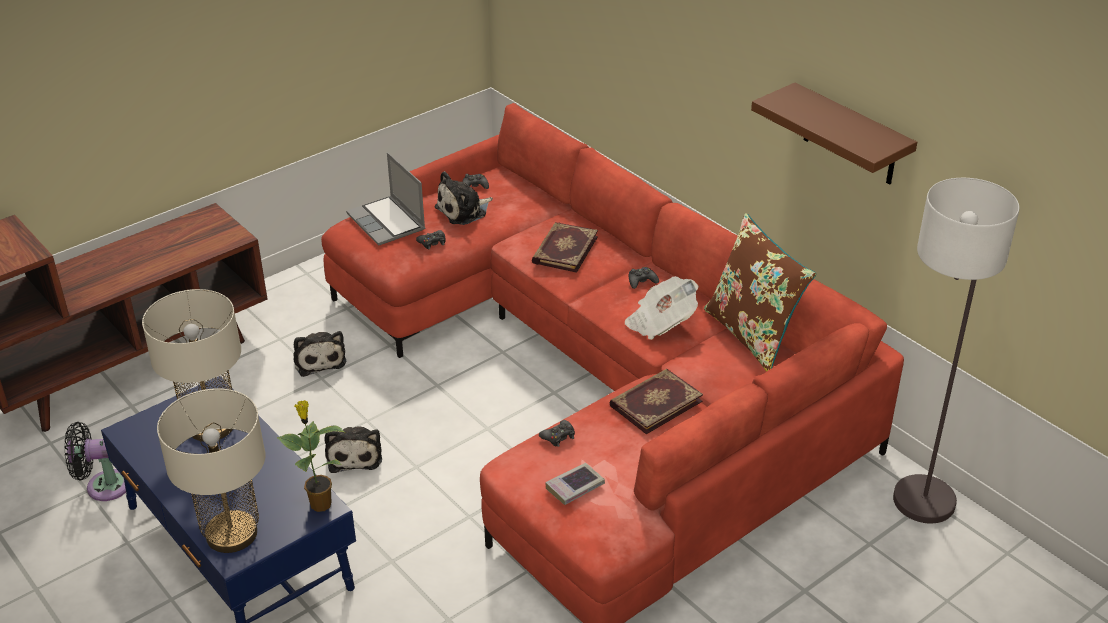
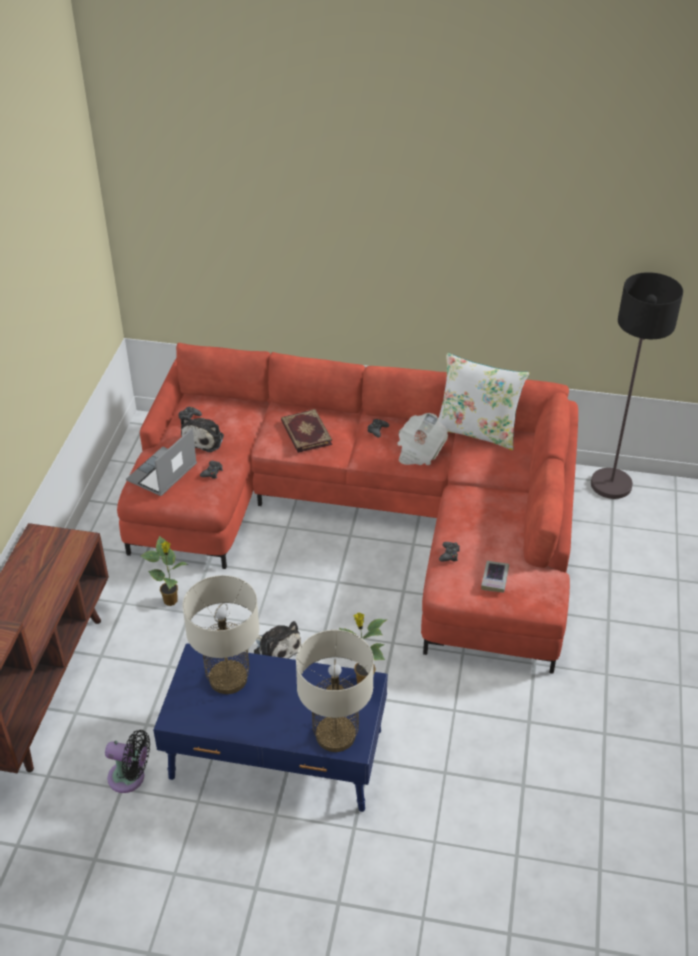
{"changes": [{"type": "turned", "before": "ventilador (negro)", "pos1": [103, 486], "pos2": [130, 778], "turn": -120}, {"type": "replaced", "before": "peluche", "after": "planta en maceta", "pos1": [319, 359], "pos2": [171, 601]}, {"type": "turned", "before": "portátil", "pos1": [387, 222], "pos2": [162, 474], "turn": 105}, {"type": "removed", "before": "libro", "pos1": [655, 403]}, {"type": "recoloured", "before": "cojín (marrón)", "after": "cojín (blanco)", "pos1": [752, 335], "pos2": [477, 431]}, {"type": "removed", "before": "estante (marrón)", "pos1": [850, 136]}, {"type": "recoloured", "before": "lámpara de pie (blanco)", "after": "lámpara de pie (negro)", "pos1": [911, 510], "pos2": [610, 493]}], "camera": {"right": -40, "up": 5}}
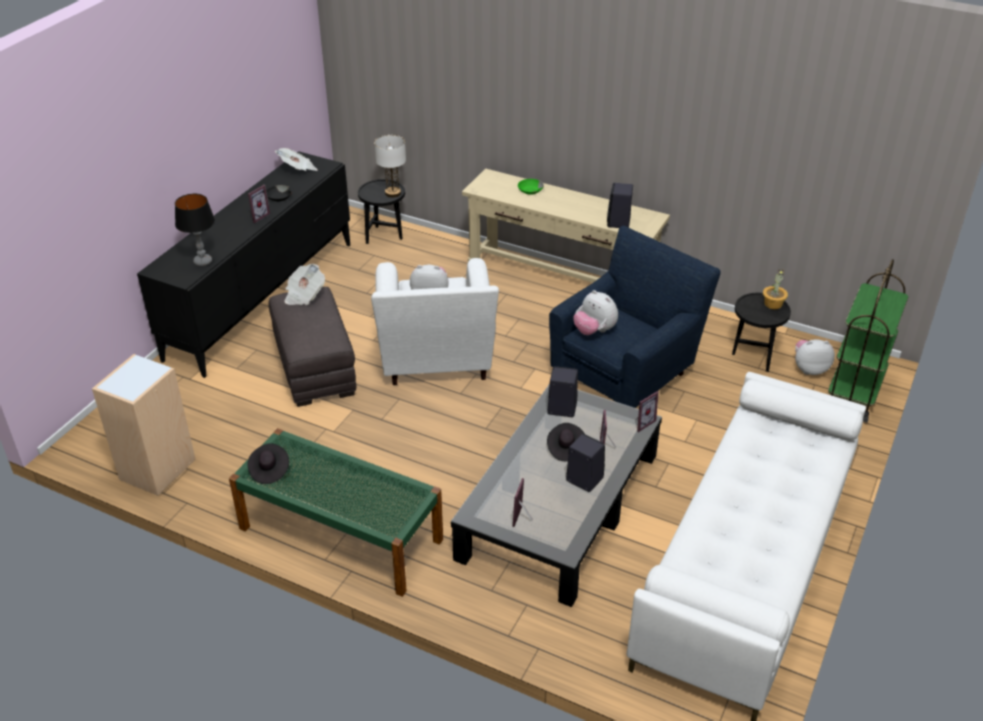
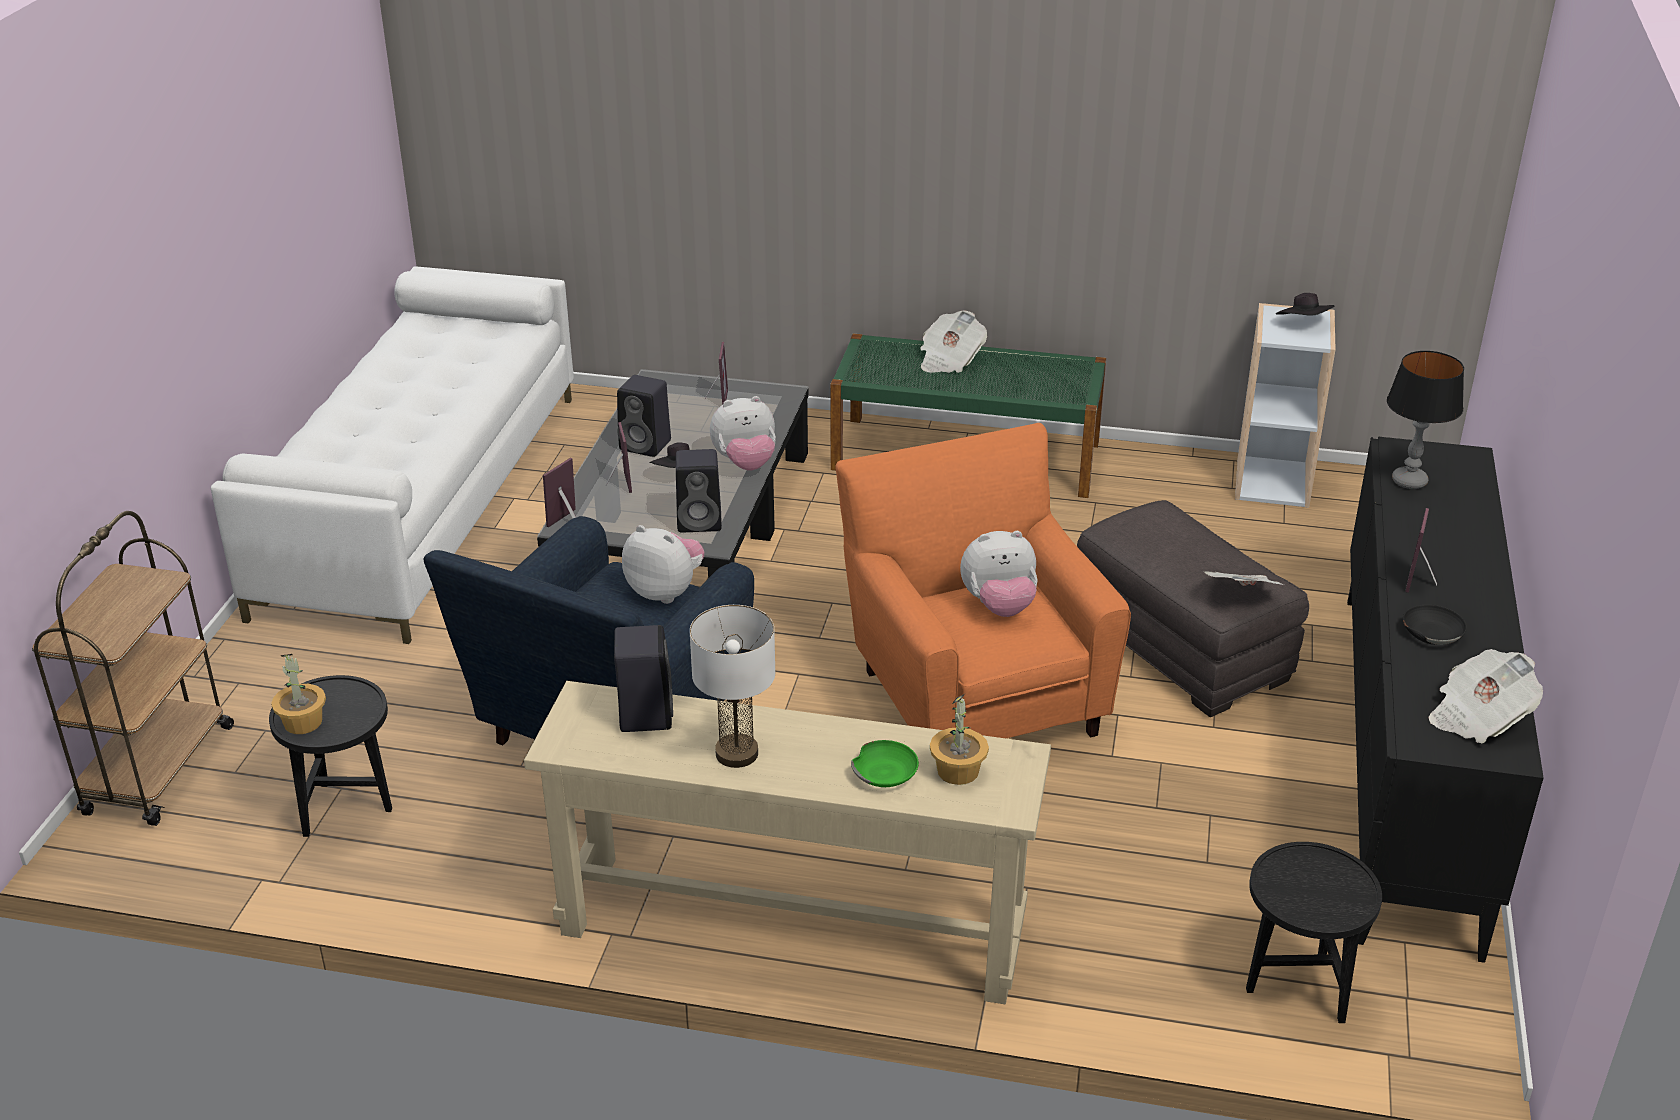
{"changes": [{"type": "moved", "before": "sombrero (negro)", "pos1": [269, 470], "pos2": [1303, 324]}, {"type": "recoloured", "before": "sillón (blanco)", "after": "sillón (naranja)", "pos1": [436, 359], "pos2": [975, 697]}, {"type": "moved", "before": "lámpara de mesa", "pos1": [393, 193], "pos2": [736, 754]}, {"type": "moved", "before": "peluche", "pos1": [809, 369], "pos2": [745, 464]}, {"type": "recoloured", "before": "carrito (verde)", "after": "carrito (marrón)", "pos1": [855, 391], "pos2": [156, 772]}, {"type": "added", "after": "periódico", "pos2": [949, 360]}, {"type": "added", "after": "planta en maceta", "pos2": [958, 771]}], "camera": {"right": 165, "up": -5}}
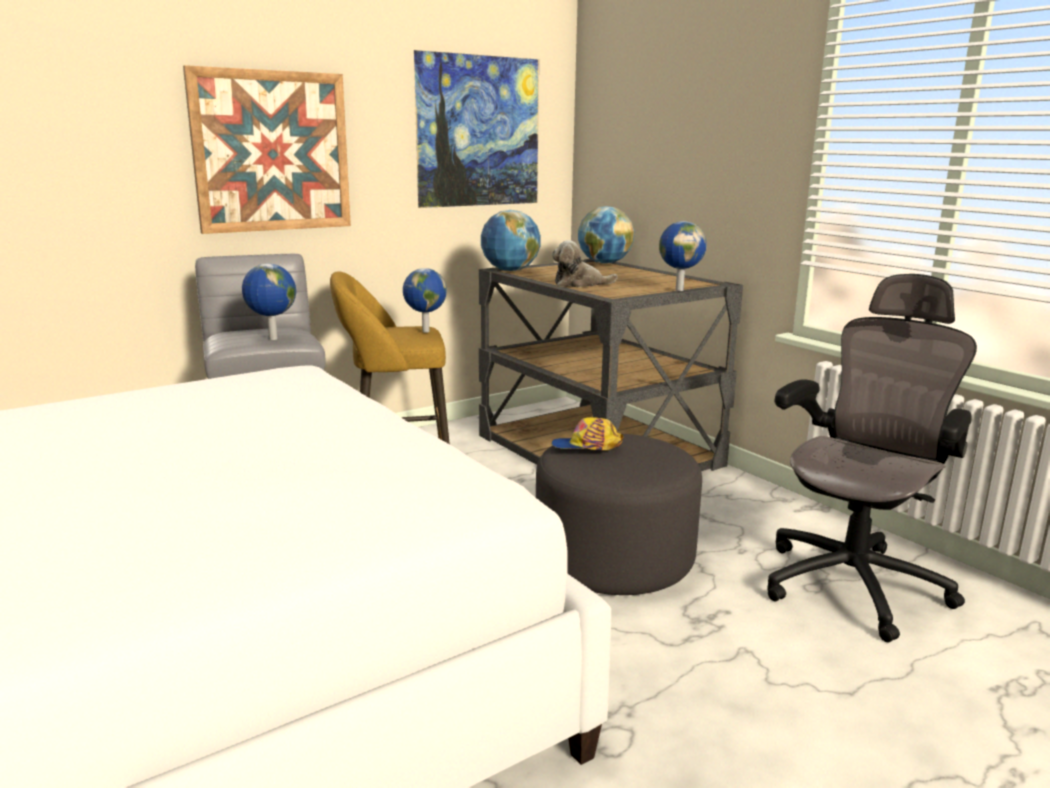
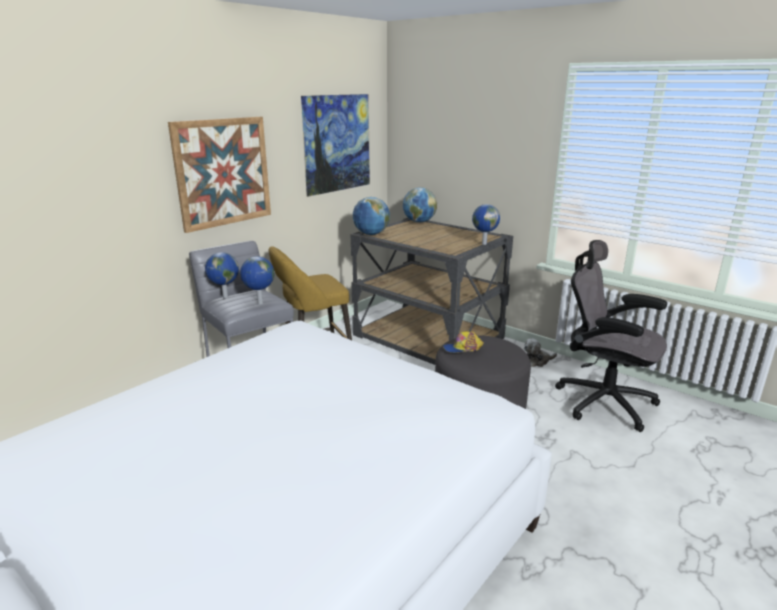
{"changes": [{"type": "moved", "before": "globo terráqueo", "pos1": [424, 331], "pos2": [224, 297]}, {"type": "moved", "before": "peluche", "pos1": [579, 284], "pos2": [537, 361]}, {"type": "turned", "before": "silla de oficina", "pos1": [852, 584], "pos2": [604, 403], "turn": -75}], "camera": {"right": -15, "up": 5}}
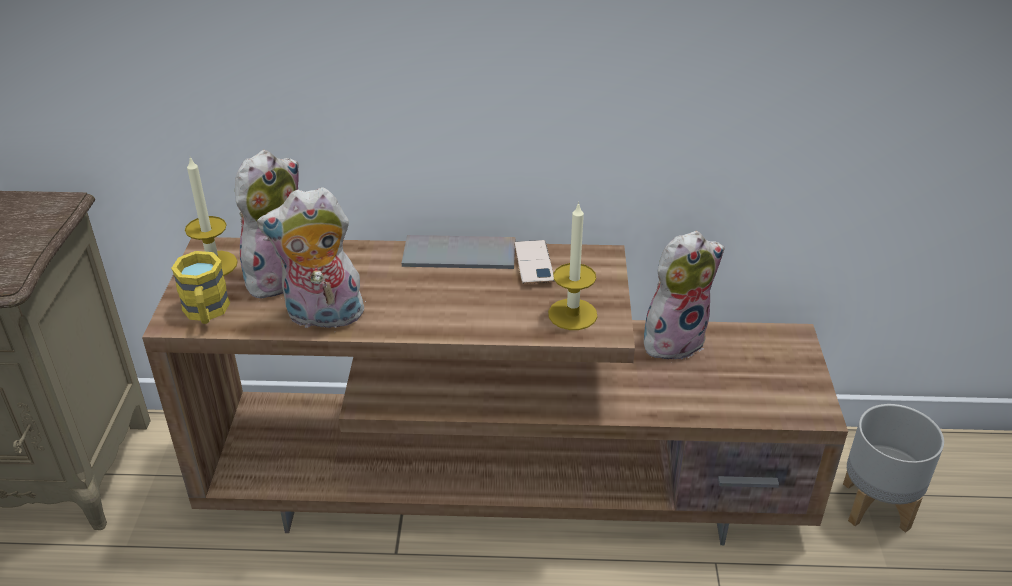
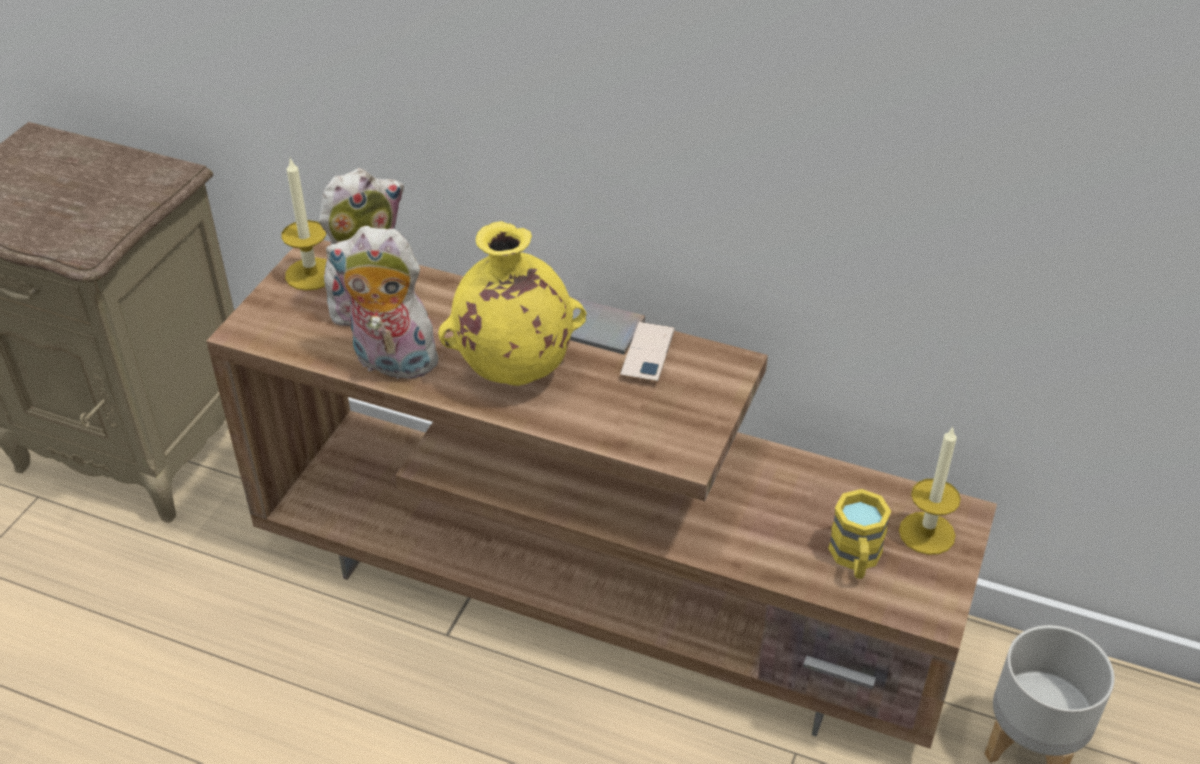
{"changes": [{"type": "moved", "before": "taza grande (amarillo)", "pos1": [206, 313], "pos2": [855, 559]}, {"type": "moved", "before": "vela", "pos1": [572, 314], "pos2": [927, 533]}, {"type": "removed", "before": "peluche", "pos1": [673, 339]}, {"type": "added", "after": "florero (amarillo)", "pos2": [514, 372]}], "camera": {"right": 20, "up": 5}}
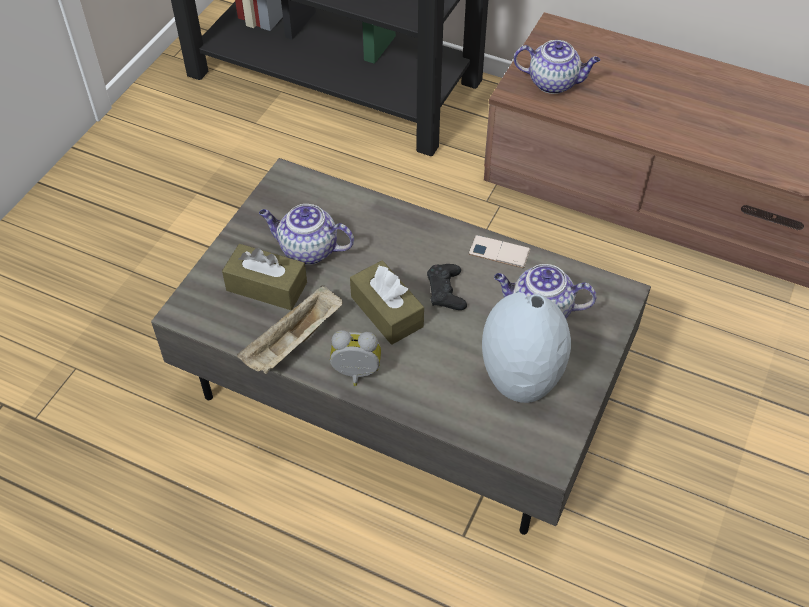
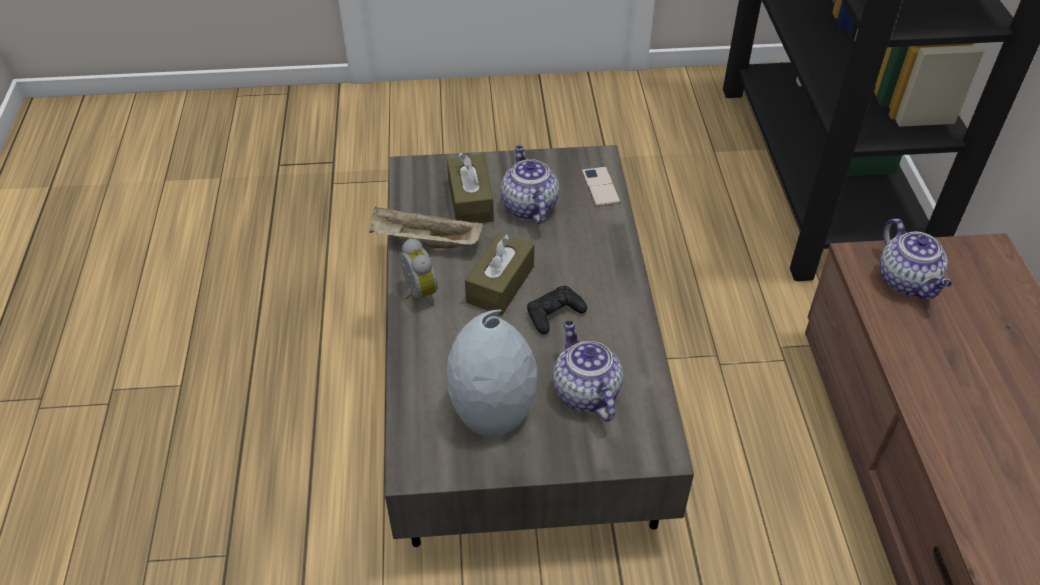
{"changes": [{"type": "moved", "before": "móvil", "pos1": [499, 252], "pos2": [600, 187]}], "camera": {"right": 60, "up": -5}}
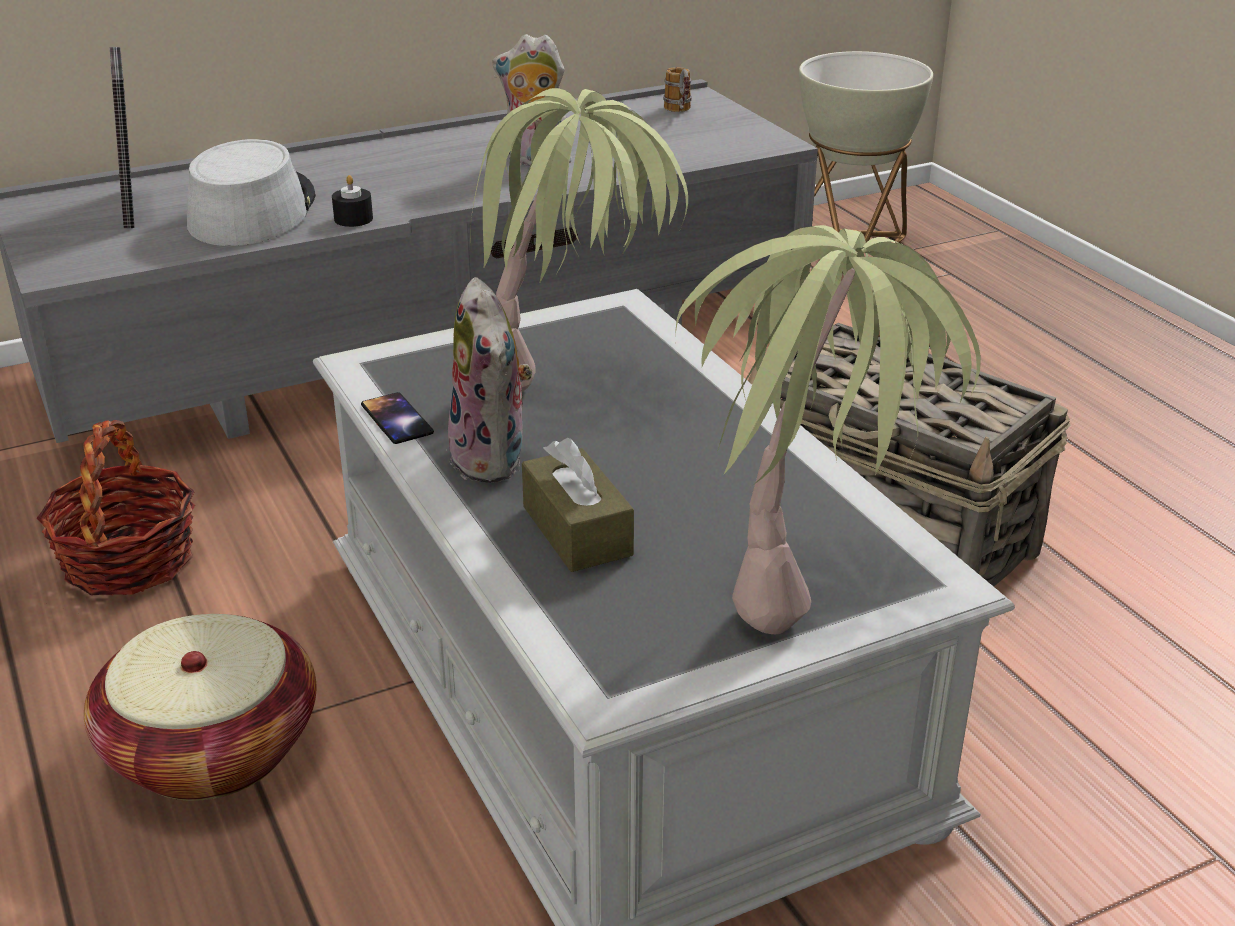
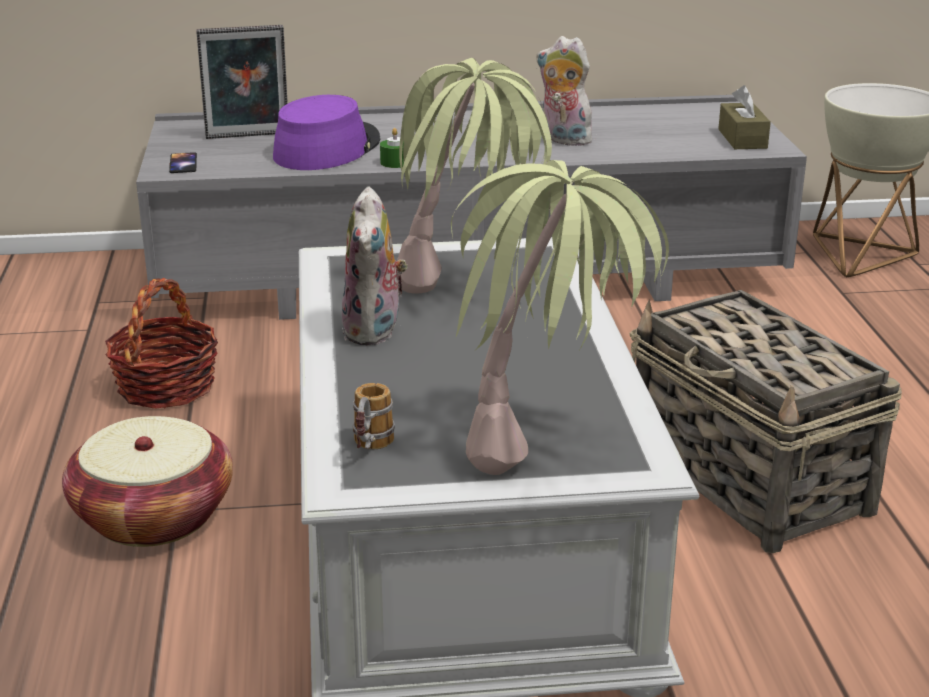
{"changes": [{"type": "turned", "before": "portarretratos", "pos1": [135, 207], "pos2": [247, 136], "turn": 75}, {"type": "recoloured", "before": "sombrero (gris)", "after": "sombrero (morado)", "pos1": [252, 211], "pos2": [326, 149]}, {"type": "recoloured", "before": "vela (negro)", "after": "vela (verde)", "pos1": [353, 219], "pos2": [395, 163]}, {"type": "moved", "before": "móvil", "pos1": [396, 419], "pos2": [183, 163]}, {"type": "moved", "before": "caja de pañuelos (marrón)", "pos1": [577, 531], "pos2": [742, 139]}, {"type": "moved", "before": "taza grande", "pos1": [680, 111], "pos2": [370, 449]}], "camera": {"right": 20, "up": -5}}
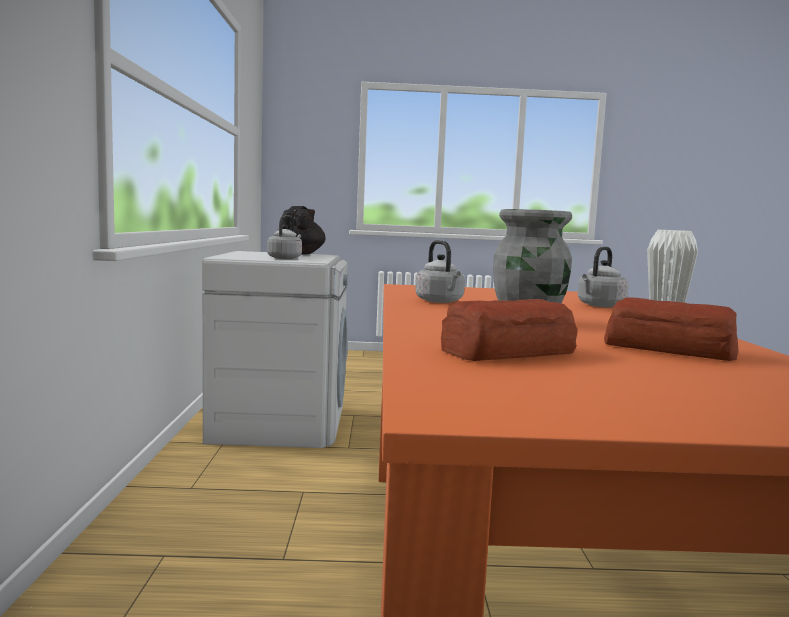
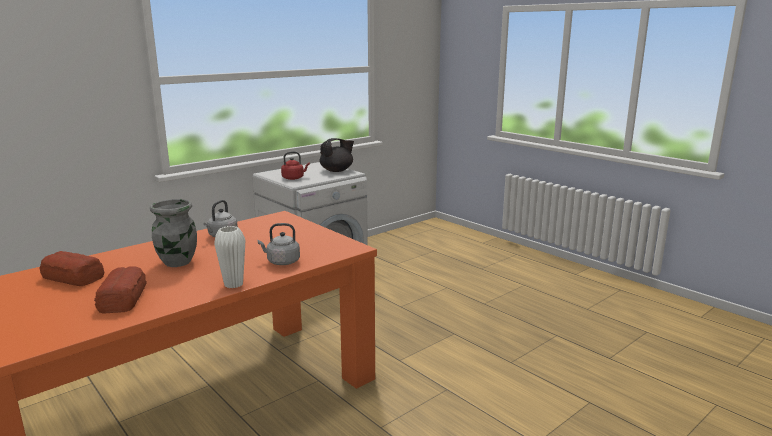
{"changes": [{"type": "recoloured", "before": "hervidor (gris)", "after": "hervidor (rojo)", "pos1": [285, 258], "pos2": [294, 178]}], "camera": {"right": 50, "up": 10}}
